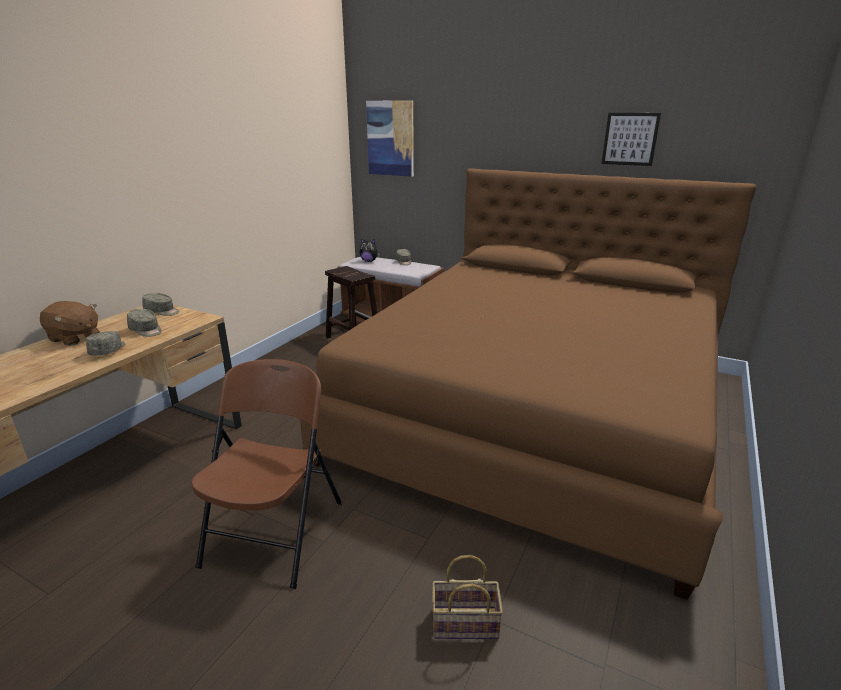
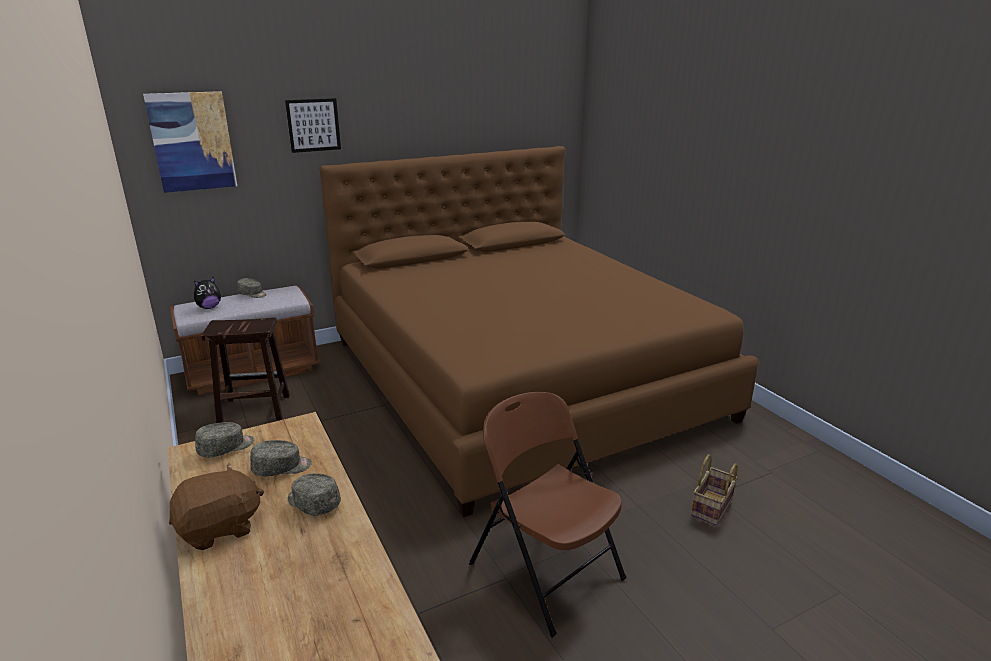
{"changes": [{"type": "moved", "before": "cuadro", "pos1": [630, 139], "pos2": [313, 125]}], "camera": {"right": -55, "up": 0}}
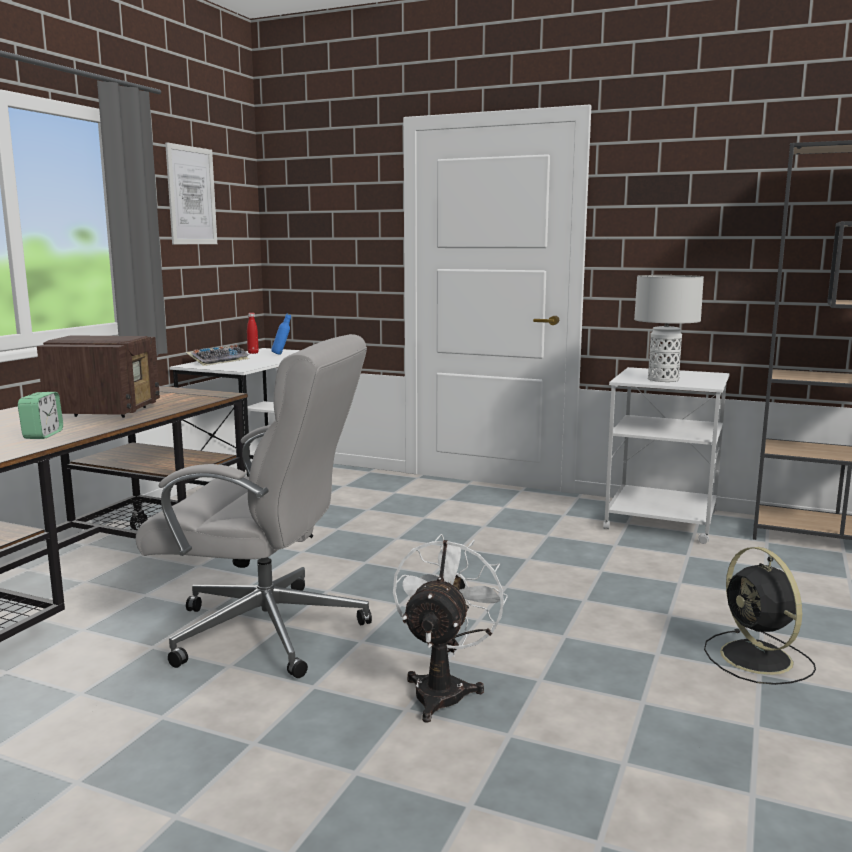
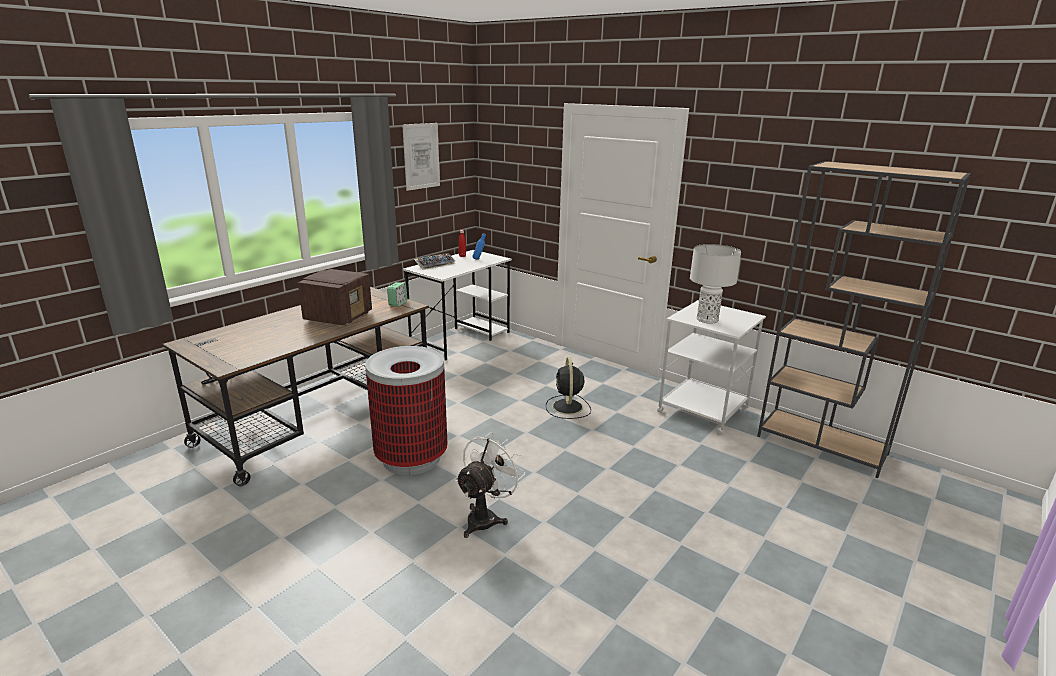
{"changes": [{"type": "moved", "before": "despertador", "pos1": [43, 435], "pos2": [398, 303]}, {"type": "replaced", "before": "silla de oficina (gris)", "after": "papelera", "pos1": [266, 629], "pos2": [411, 458]}, {"type": "moved", "before": "ventilador (negro)", "pos1": [758, 659], "pos2": [567, 407]}], "camera": {"right": 15, "up": 10}}
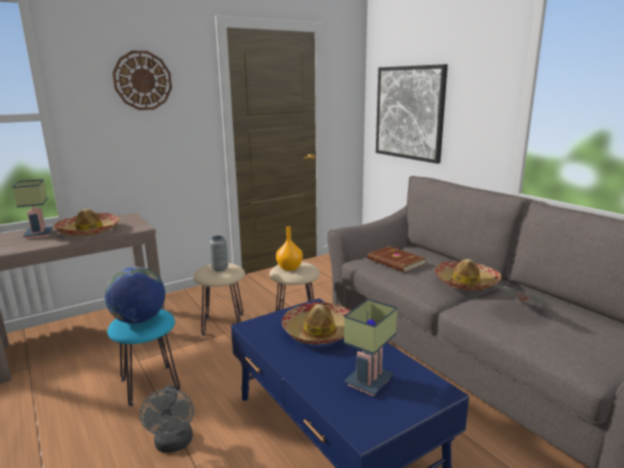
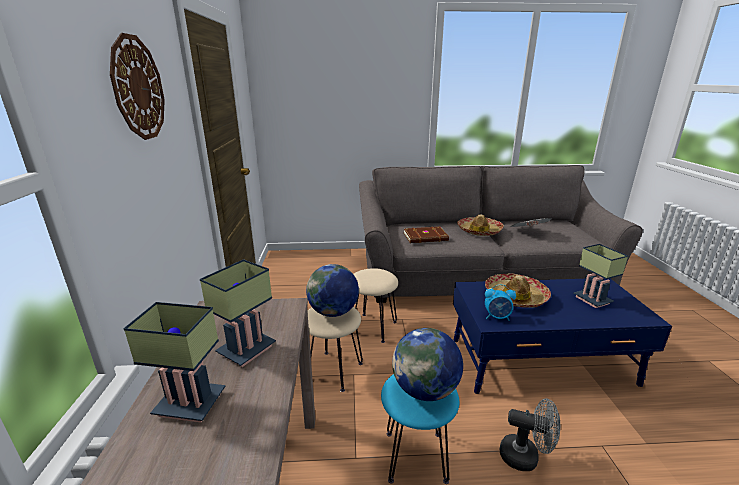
{"changes": [{"type": "replaced", "before": "sombrero", "after": "lámpara de mesa", "pos1": [89, 231], "pos2": [246, 348]}, {"type": "replaced", "before": "florero (gris)", "after": "globo terráqueo", "pos1": [220, 269], "pos2": [333, 312]}, {"type": "removed", "before": "florero (naranja)", "pos1": [289, 268]}, {"type": "removed", "before": "cuadro", "pos1": [409, 113]}, {"type": "added", "after": "despertador", "pos2": [497, 317]}], "camera": {"right": -60, "up": 5}}
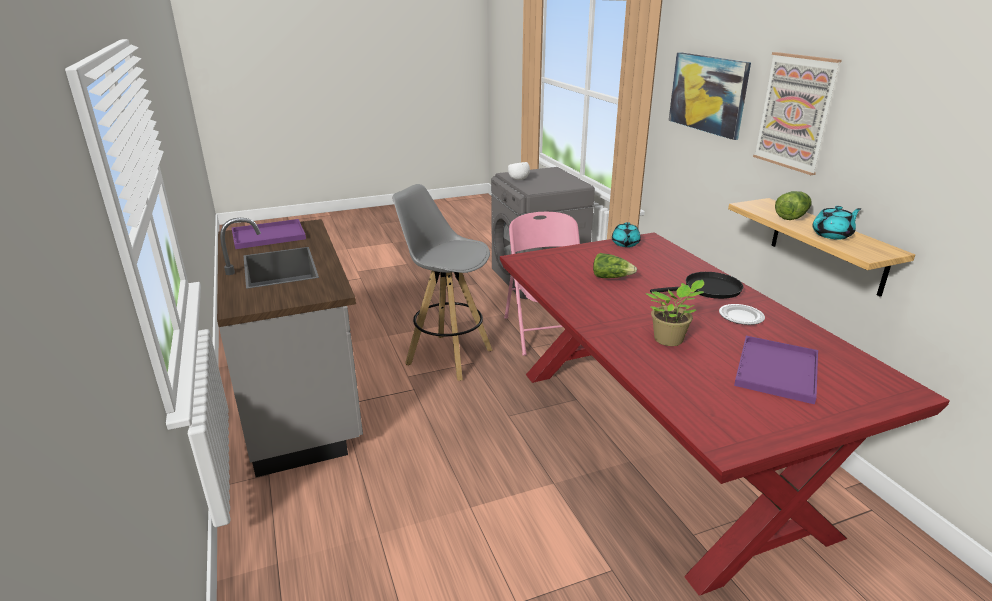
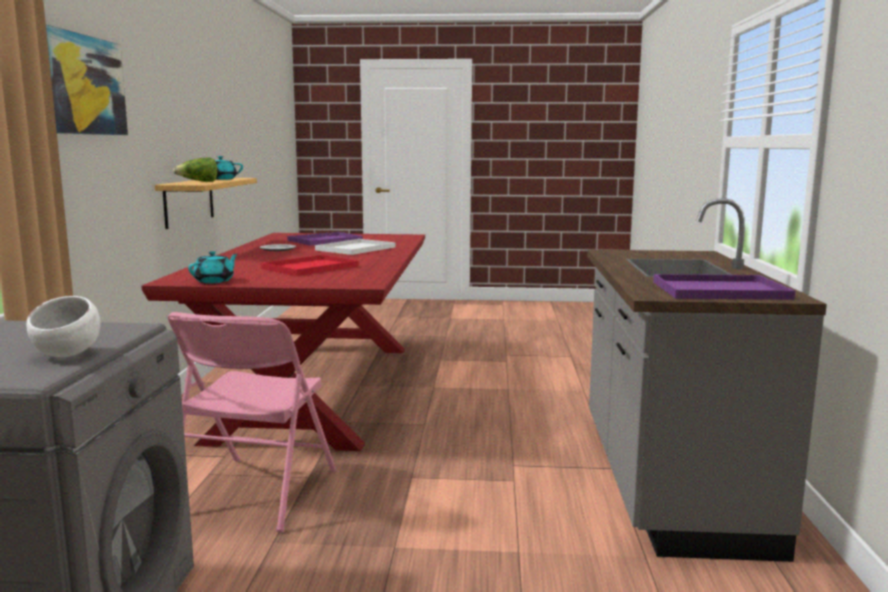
{"changes": [{"type": "removed", "before": "taburete (gris)", "pos1": [448, 356]}, {"type": "replaced", "before": "lechuga", "after": "bandeja (rojo)", "pos1": [611, 277], "pos2": [309, 267]}, {"type": "replaced", "before": "planta en maceta", "after": "bandeja (blanco)", "pos1": [670, 340], "pos2": [355, 249]}, {"type": "removed", "before": "sartén (negro)", "pos1": [708, 289]}, {"type": "removed", "before": "cuadro", "pos1": [795, 112]}], "camera": {"right": -155, "up": -15}}
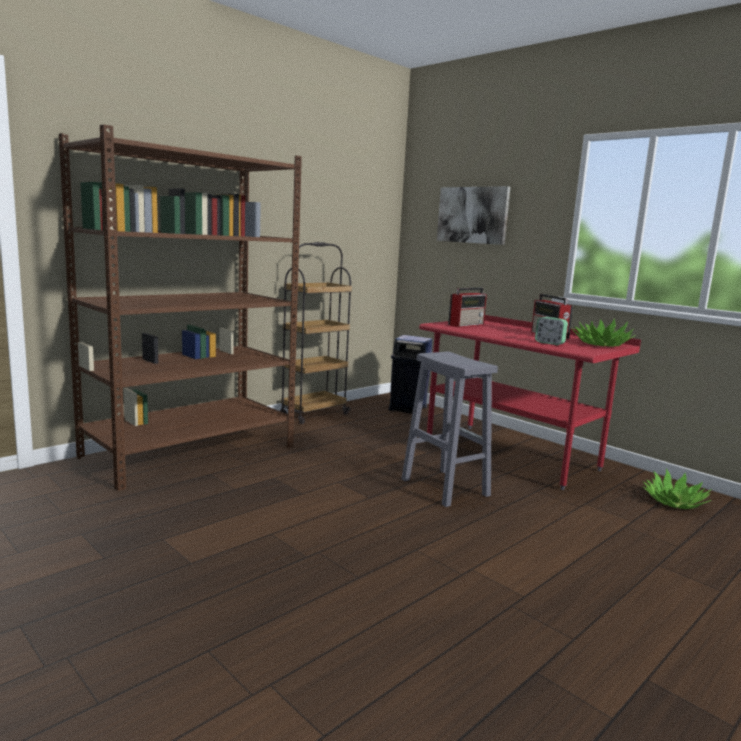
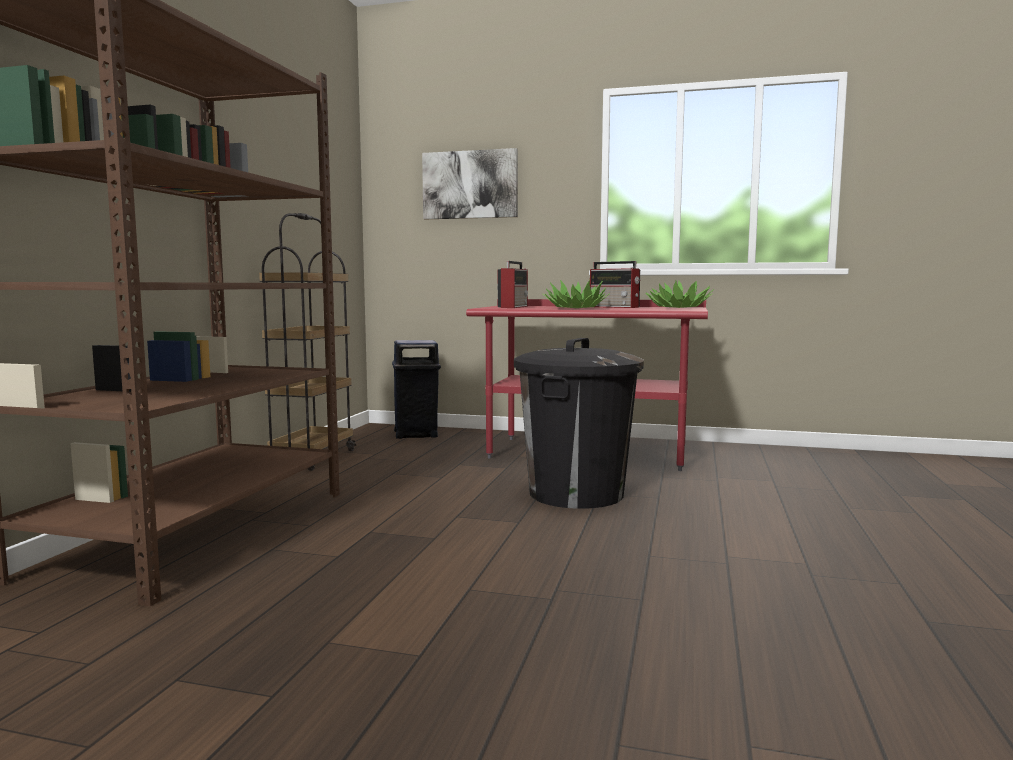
{"changes": [{"type": "replaced", "before": "taburete (gris)", "after": "papelera (negro)", "pos1": [443, 487], "pos2": [575, 493]}, {"type": "removed", "before": "despertador", "pos1": [549, 343]}, {"type": "moved", "before": "planta en maceta", "pos1": [674, 502], "pos2": [575, 308]}], "camera": {"right": -30, "up": -5}}
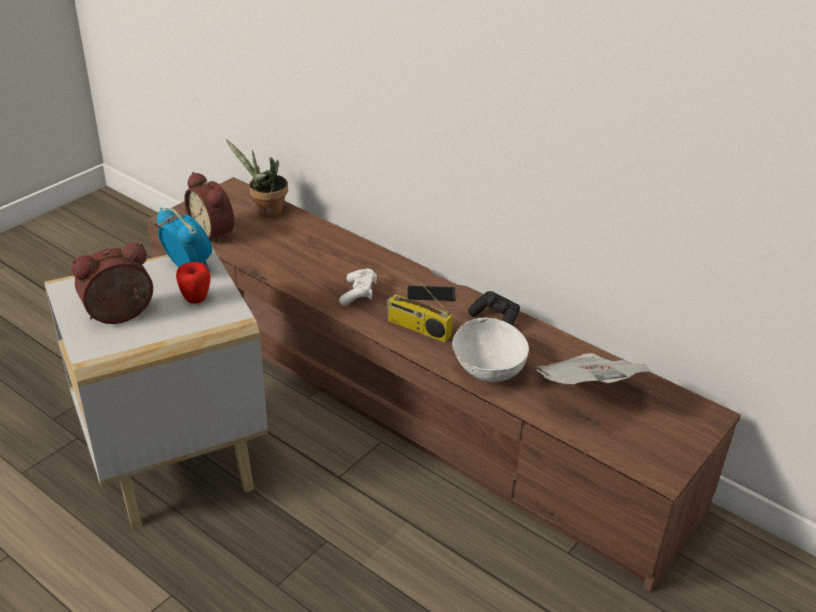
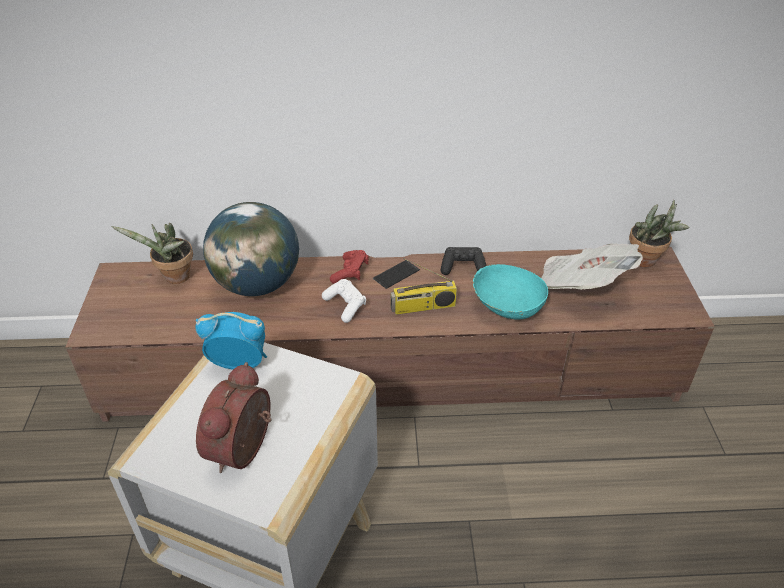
{"changes": [{"type": "removed", "before": "manzana", "pos1": [196, 299]}, {"type": "removed", "before": "despertador", "pos1": [214, 232]}, {"type": "recoloured", "before": "cuenco (blanco)", "after": "cuenco (turquesa)", "pos1": [487, 368], "pos2": [506, 308]}, {"type": "added", "after": "globo terráqueo", "pos2": [257, 284]}, {"type": "added", "after": "mando de consola (rojo)", "pos2": [350, 273]}, {"type": "added", "after": "planta en maceta", "pos2": [647, 261]}], "camera": {"right": -40, "up": 5}}
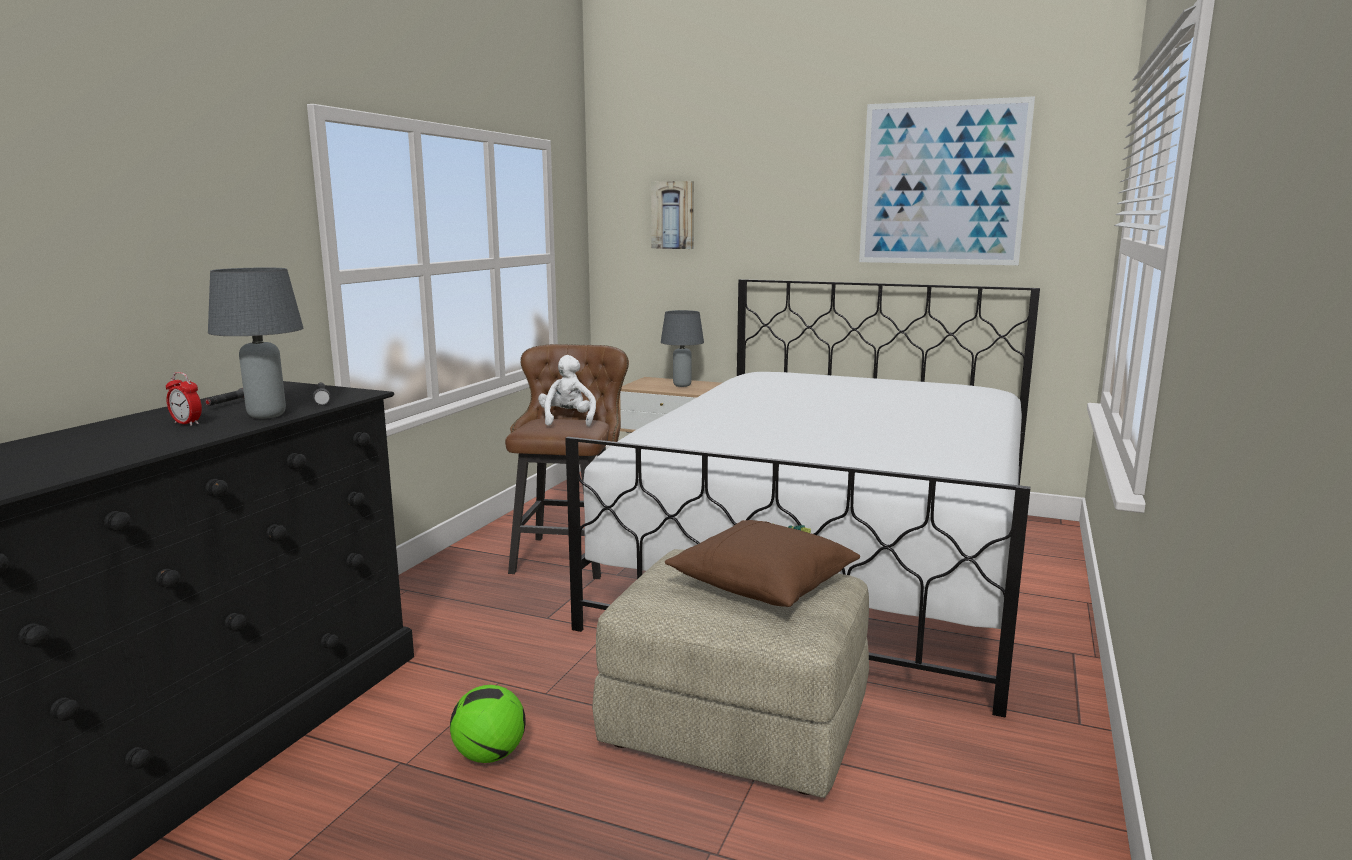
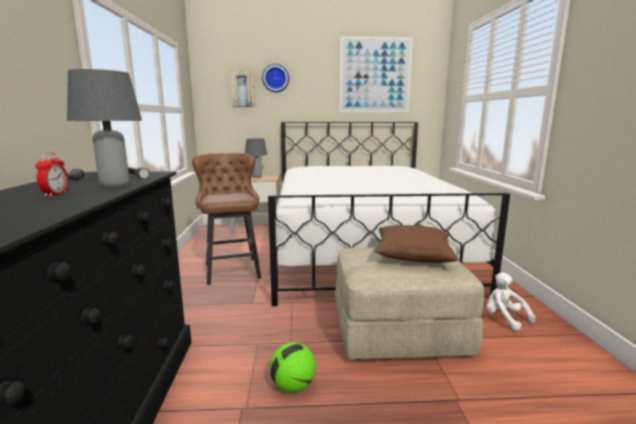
{"changes": [{"type": "turned", "before": "despertador", "pos1": [186, 423], "pos2": [55, 194], "turn": -90}, {"type": "moved", "before": "peluche (blanco)", "pos1": [567, 420], "pos2": [504, 318]}, {"type": "added", "after": "reloj de pared", "pos2": [275, 78]}], "camera": {"right": -25, "up": 0}}
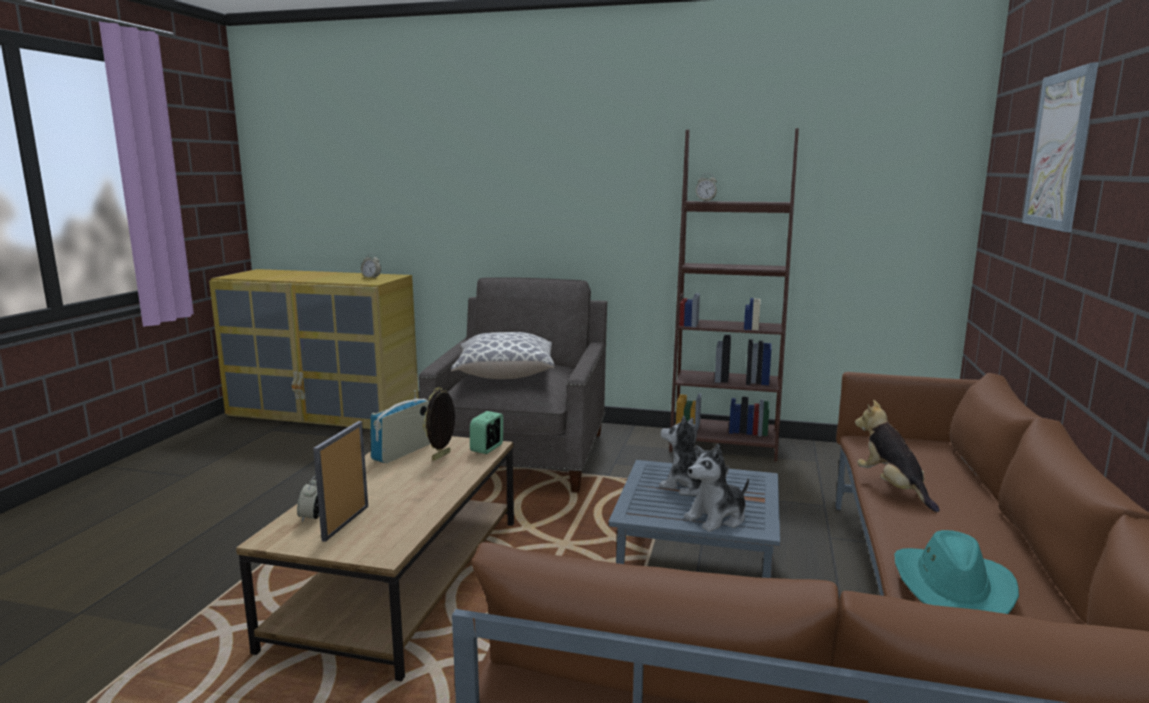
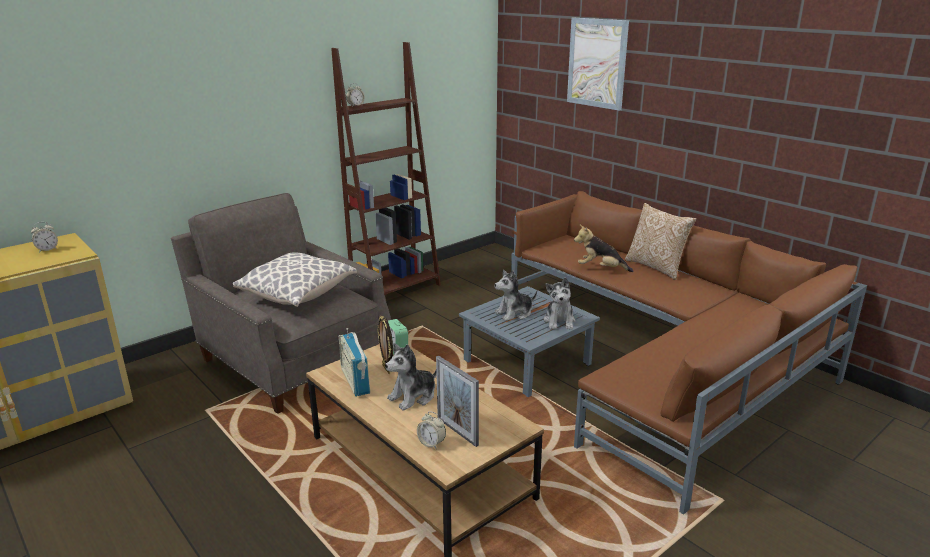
{"changes": [{"type": "removed", "before": "sombrero (turquesa)", "pos1": [953, 588]}, {"type": "added", "after": "peluche", "pos2": [413, 396]}, {"type": "added", "after": "cojín", "pos2": [656, 267]}], "camera": {"right": -55, "up": 10}}
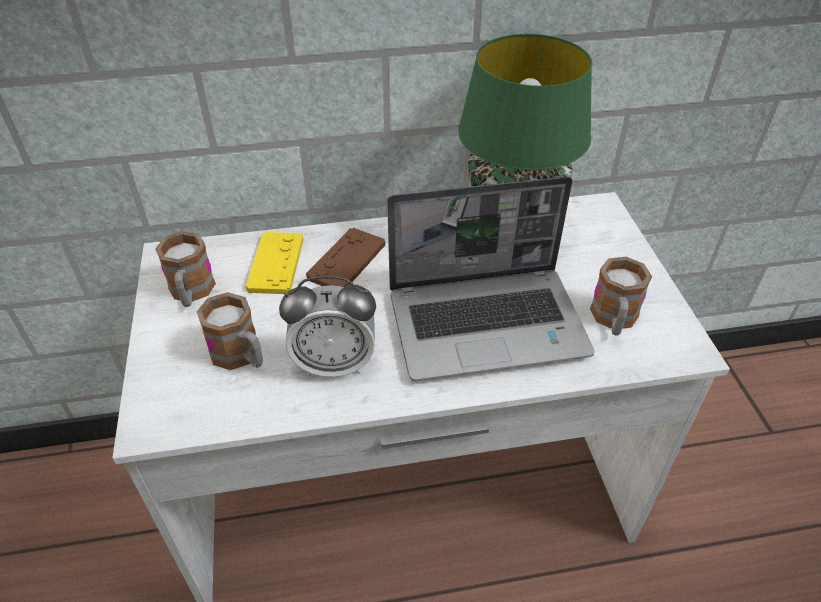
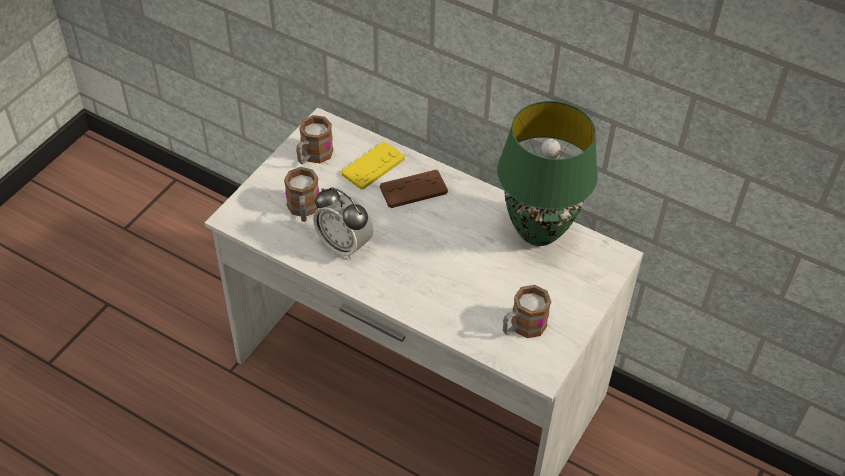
{"changes": [{"type": "removed", "before": "portátil", "pos1": [489, 323]}], "camera": {"right": 40, "up": 5}}
